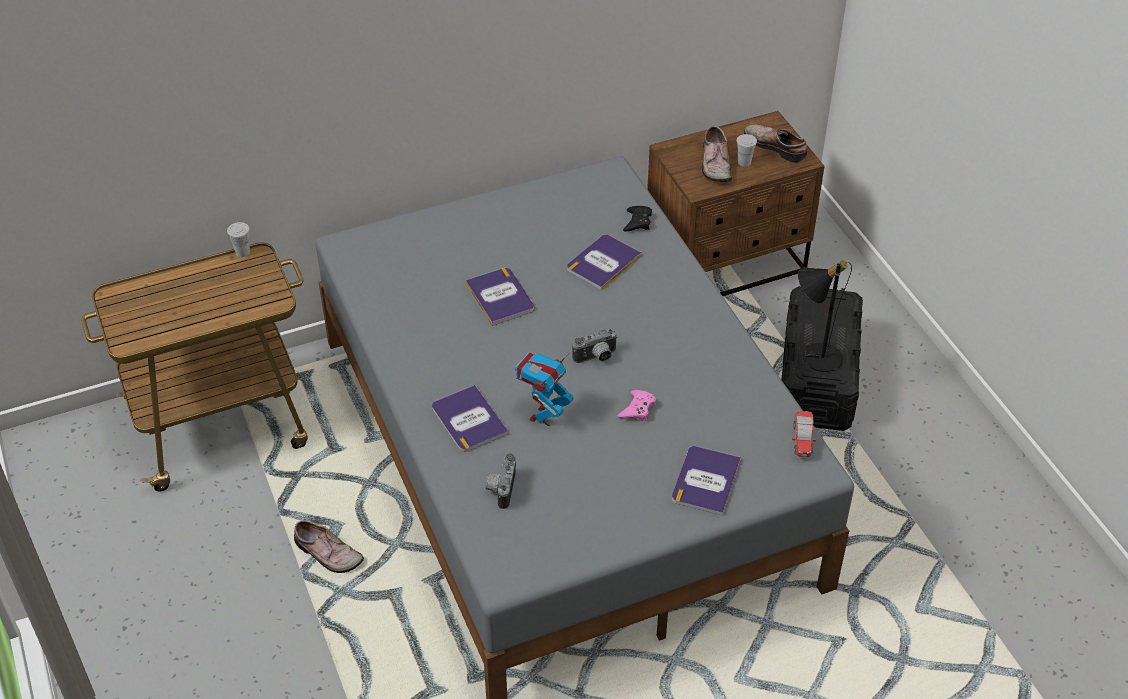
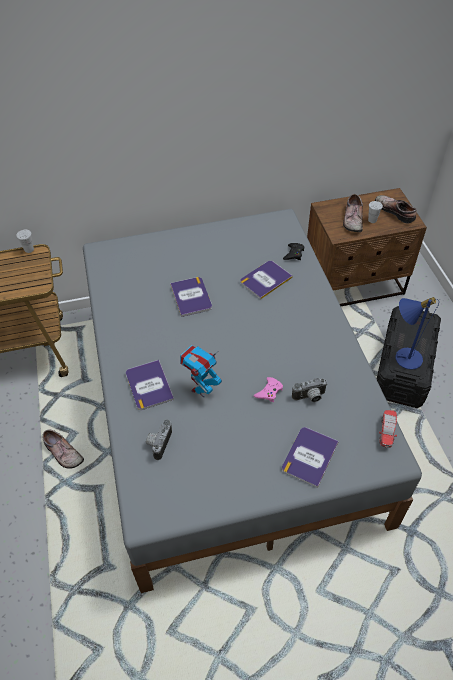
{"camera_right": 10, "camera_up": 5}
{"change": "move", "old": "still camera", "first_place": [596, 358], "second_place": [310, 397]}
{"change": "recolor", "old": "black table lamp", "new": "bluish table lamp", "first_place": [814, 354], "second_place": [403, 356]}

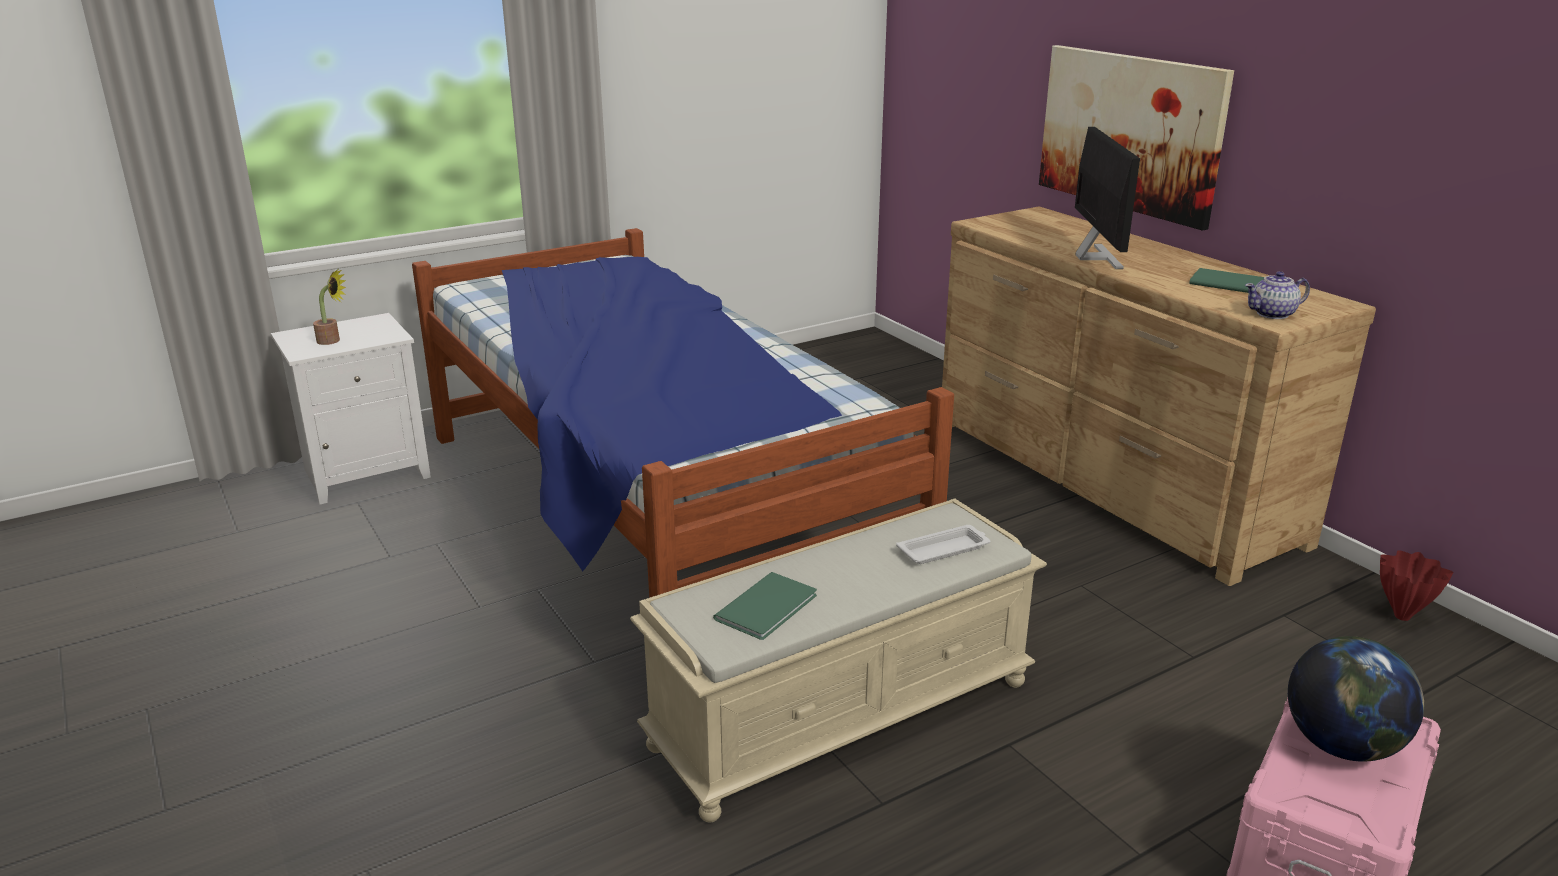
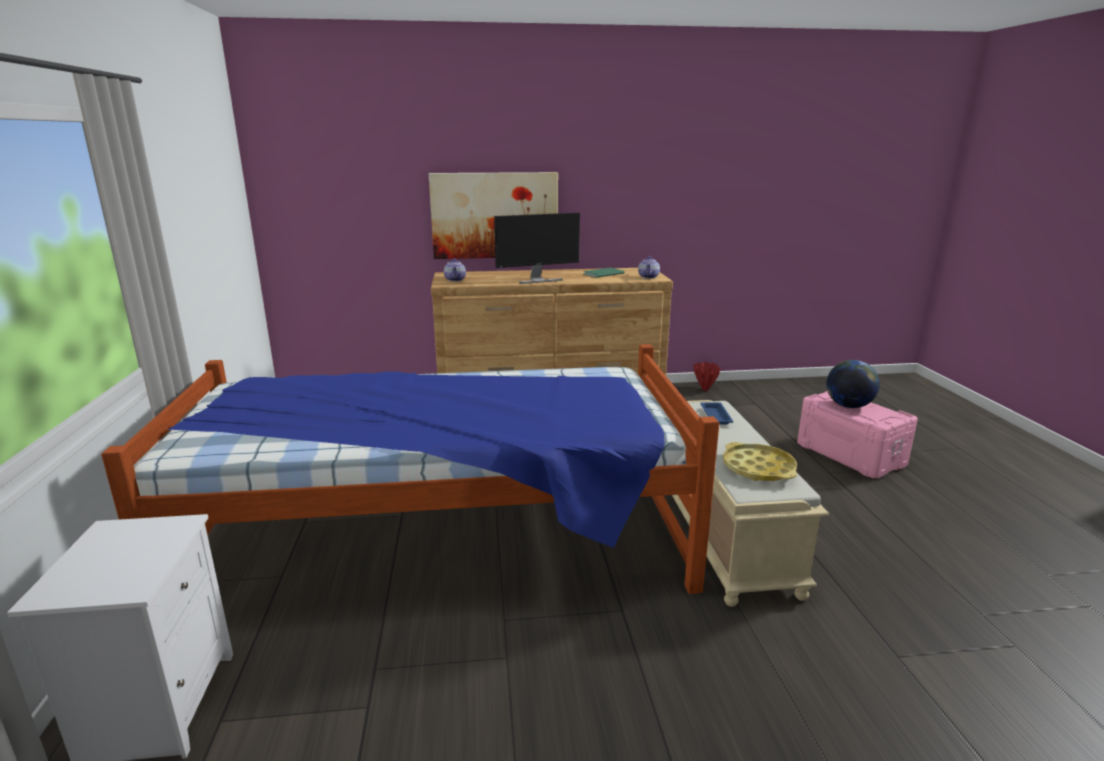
{"camera_right": -65, "camera_up": -5}
{"change": "delete", "old": "potted plant", "first_place": [333, 341]}
{"change": "replace", "old": "greenish book", "new": "yellow-coloured tray", "first_place": [770, 607], "second_place": [758, 468]}
{"change": "recolor", "old": "white-coloured tray", "new": "bluish tray", "first_place": [944, 549], "second_place": [715, 416]}
{"change": "rotate", "old": "computer display", "first_place": [1095, 257], "second_place": [537, 280], "degrees": 135}
{"change": "insert", "new": "tea pot", "second_place": [455, 280]}

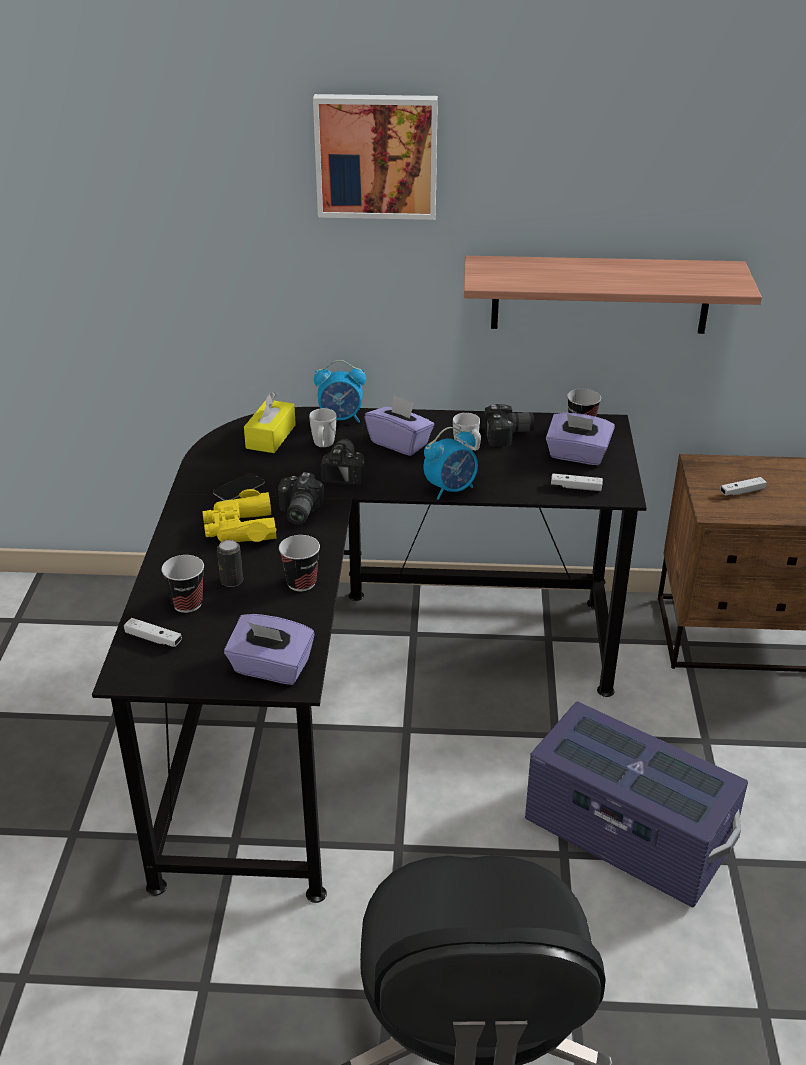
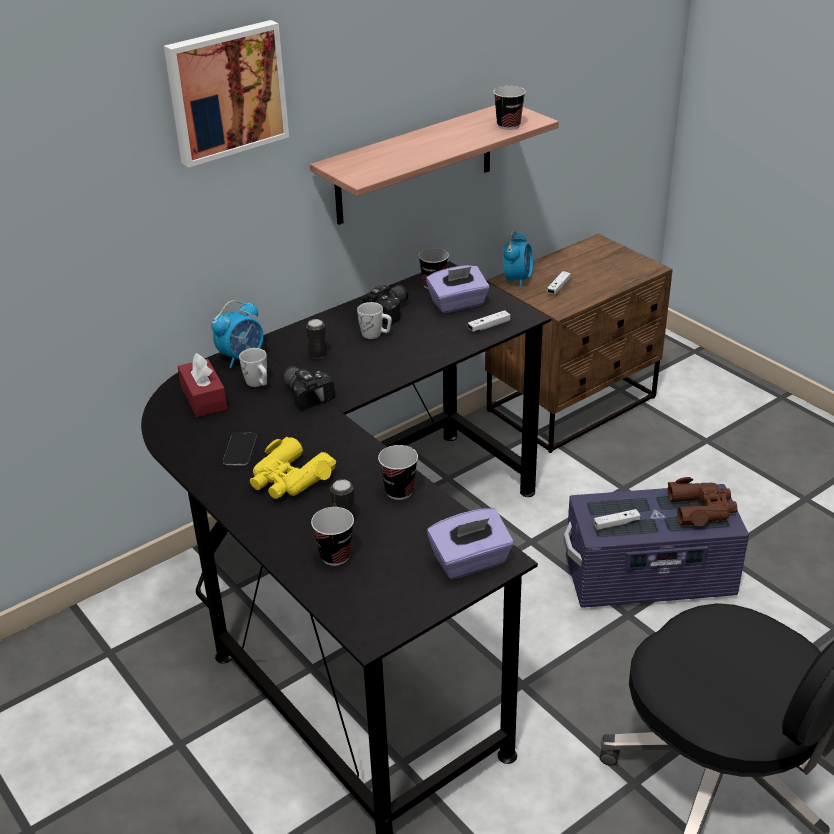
{"camera_right": -40, "camera_up": 0}
{"change": "move", "old": "white-coloured joypad", "first_place": [153, 639], "second_place": [616, 524]}
{"change": "recolor", "old": "yellow-coloured tissue box", "new": "red-coloured tissue box", "first_place": [271, 436], "second_place": [204, 398]}
{"change": "delete", "old": "still camera", "first_place": [297, 512]}
{"change": "replace", "old": "purple tissue box", "new": "sealed can", "first_place": [399, 443], "second_place": [318, 354]}
{"change": "move", "old": "bedside clock", "first_place": [451, 489], "second_place": [517, 280]}
{"change": "insert", "new": "cup", "second_place": [508, 125]}
{"change": "insert", "new": "brown-coloured pair of binoculars", "second_place": [701, 509]}

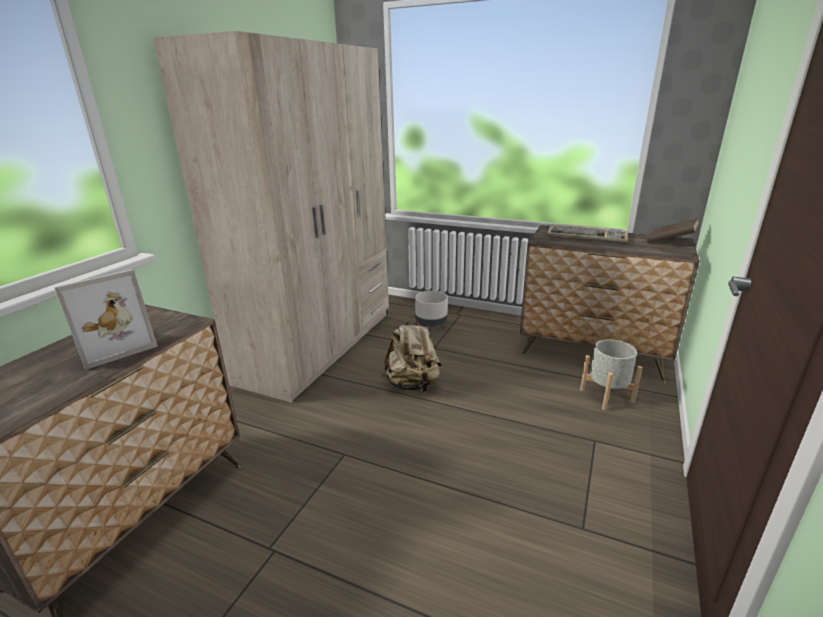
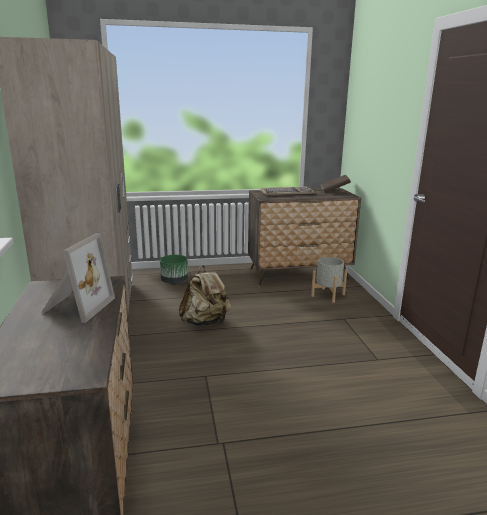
{"camera_right": -35, "camera_up": -5}
{"change": "recolor", "old": "gray planter", "new": "greenish planter", "first_place": [431, 323], "second_place": [174, 282]}

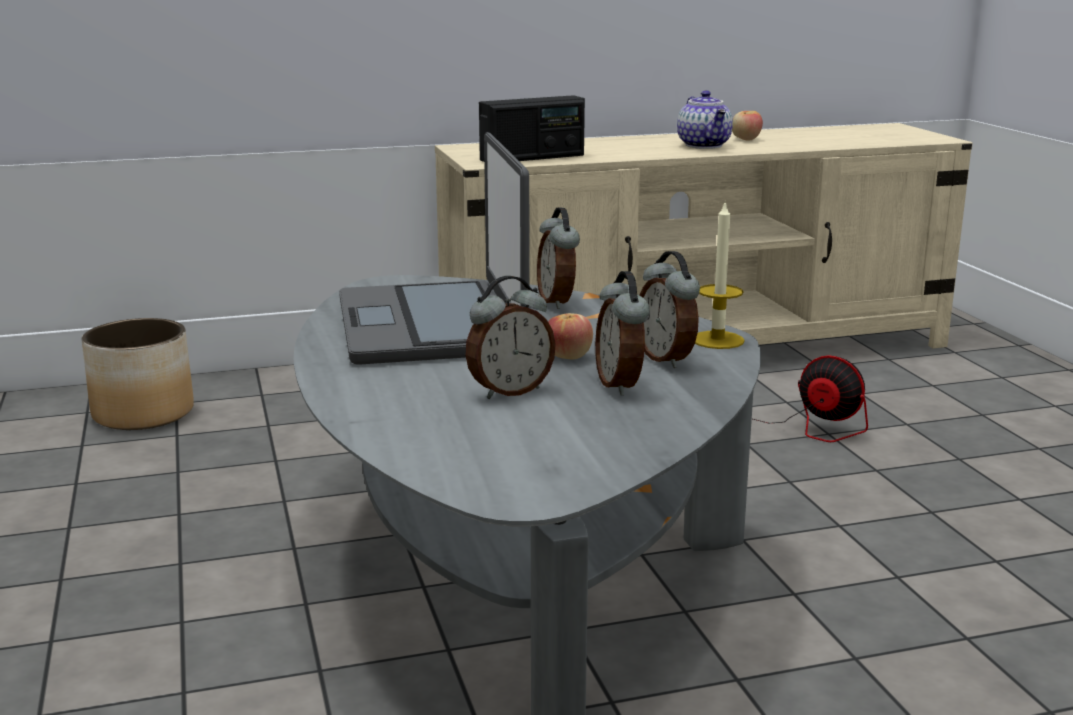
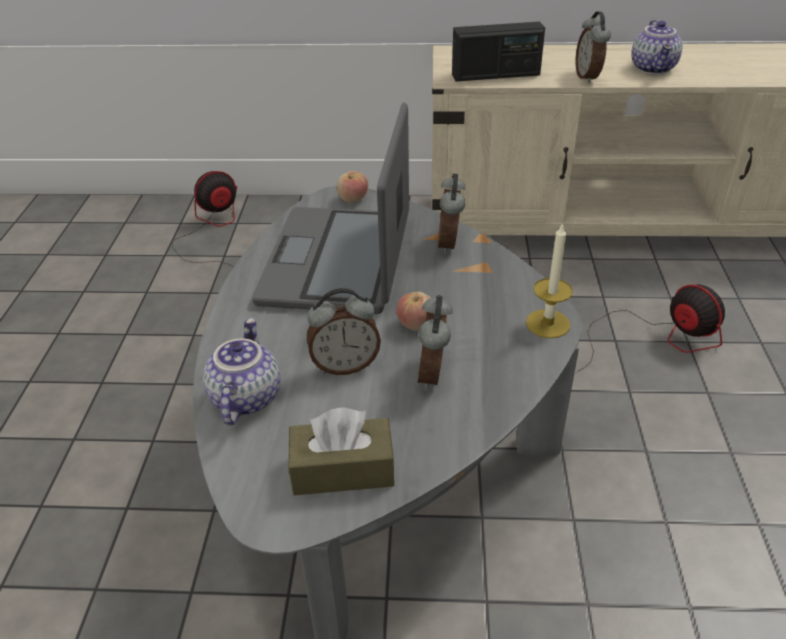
{"camera_right": 20, "camera_up": 20}
{"change": "replace", "old": "planter", "new": "fan", "first_place": [143, 413], "second_place": [213, 230]}
{"change": "move", "old": "bedside clock", "first_place": [667, 359], "second_place": [588, 77]}
{"change": "move", "old": "apple fruit", "first_place": [746, 139], "second_place": [352, 199]}
{"change": "insert", "new": "tea pot", "second_place": [244, 397]}
{"change": "insert", "new": "brown-coloured tissue box", "second_place": [342, 470]}

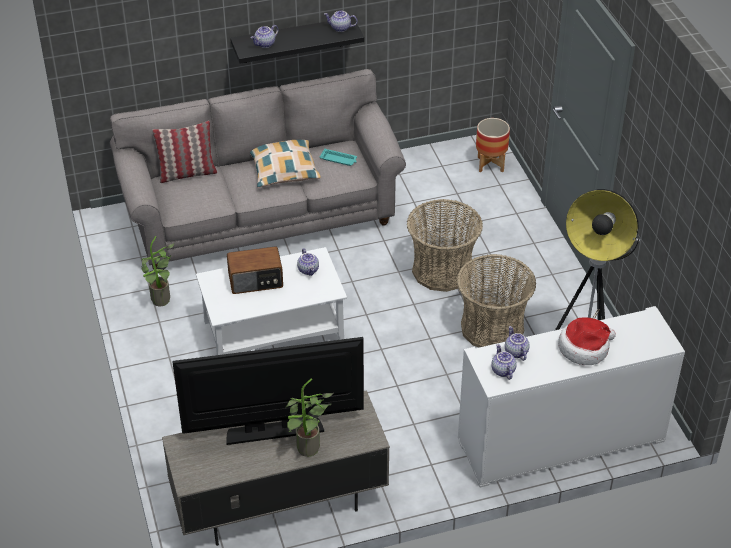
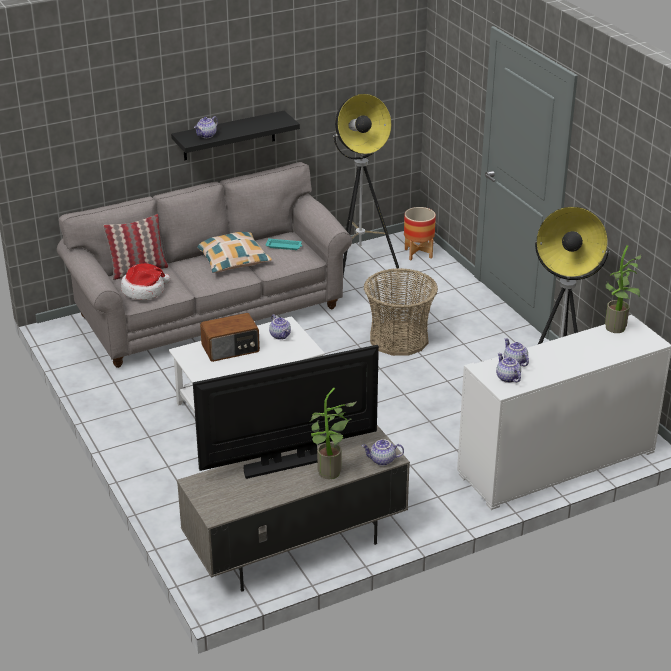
{"camera_right": -10, "camera_up": -10}
{"change": "move", "old": "potted plant", "first_place": [162, 302], "second_place": [618, 329]}
{"change": "move", "old": "tea pot", "first_place": [340, 28], "second_place": [382, 460]}
{"change": "delete", "old": "basket", "first_place": [492, 328]}
{"change": "move", "old": "clothing hat", "first_place": [584, 348], "second_place": [144, 290]}
{"change": "insert", "new": "floor lamp", "second_place": [360, 264]}

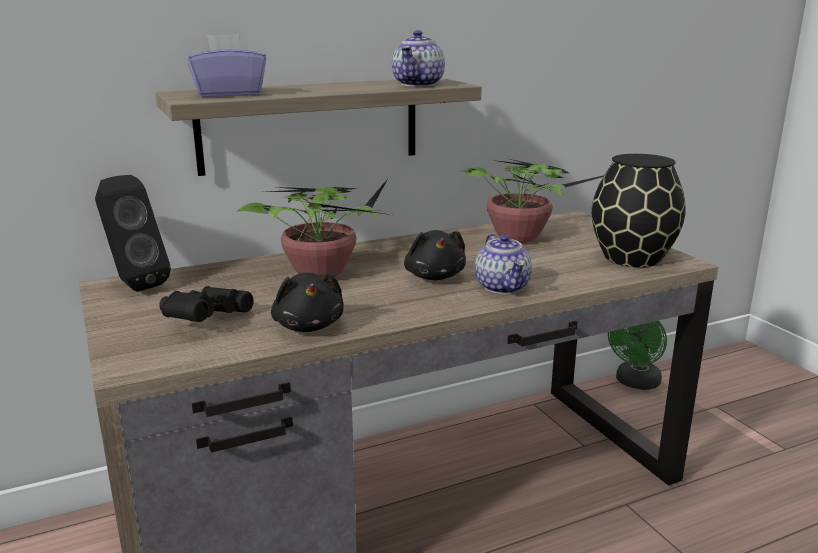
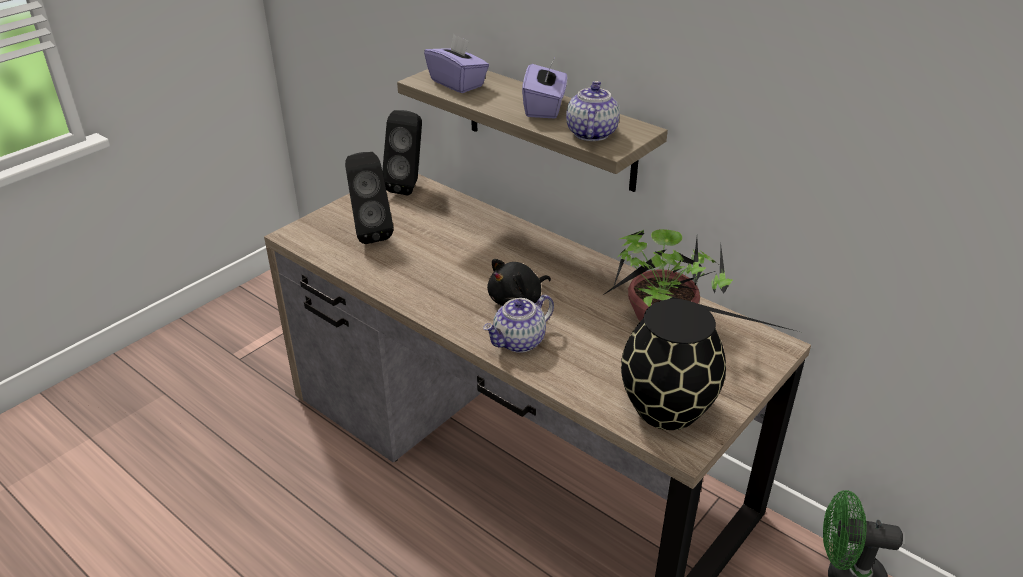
{"camera_right": 65, "camera_up": 15}
{"change": "replace", "old": "black pair of binoculars", "new": "black speaker", "first_place": [204, 320], "second_place": [369, 233]}
{"change": "delete", "old": "potted plant", "first_place": [323, 273]}
{"change": "delete", "old": "black cuddly toy", "first_place": [309, 325]}
{"change": "rotate", "old": "tea pot", "first_place": [418, 84], "second_place": [590, 133], "degrees": 105}
{"change": "insert", "new": "purple tissue box", "second_place": [544, 108]}

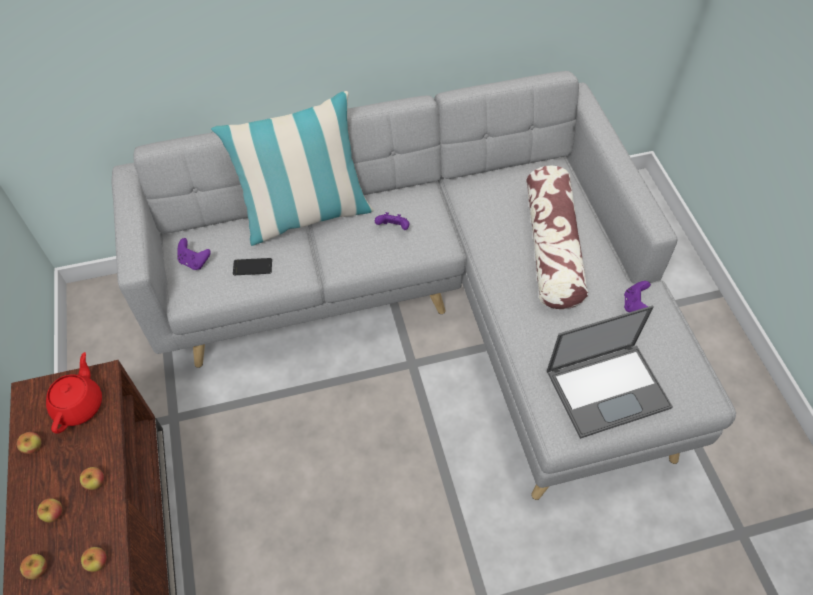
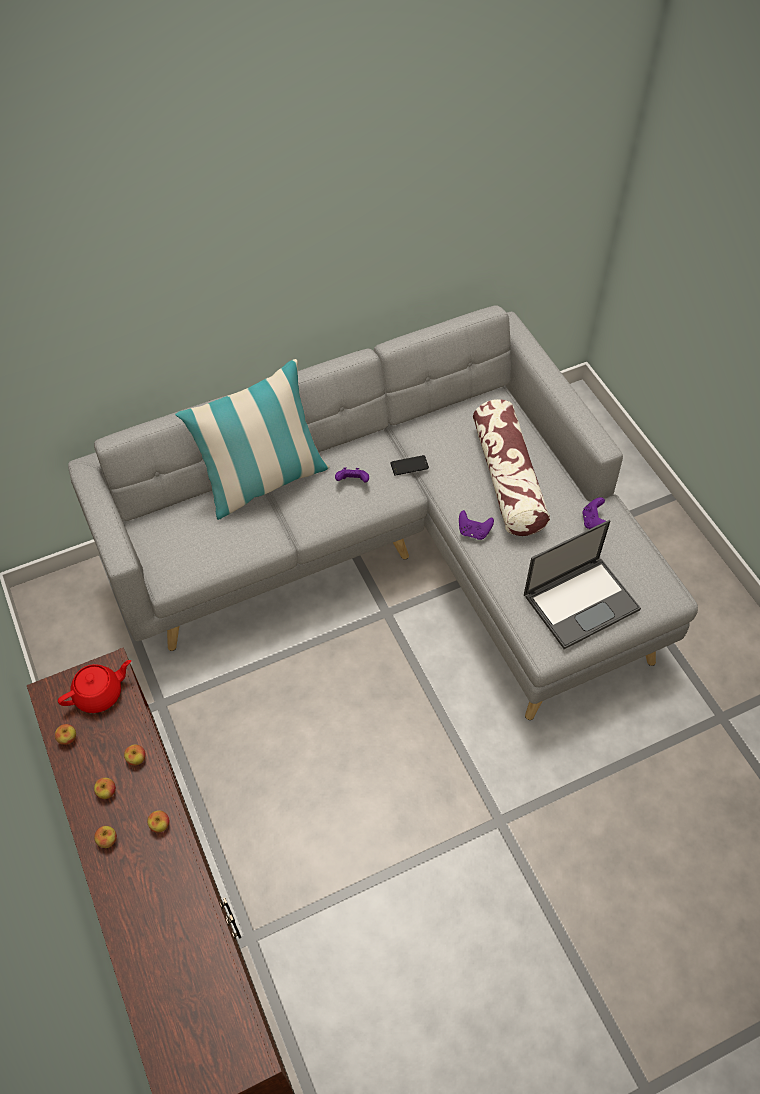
{"camera_right": -10, "camera_up": 0}
{"change": "rotate", "old": "red-coloured tea pot", "first_place": [79, 405], "second_place": [99, 694], "degrees": 60}
{"change": "move", "old": "purple joypad", "first_place": [194, 261], "second_place": [473, 532]}
{"change": "move", "old": "handset", "first_place": [252, 267], "second_place": [409, 466]}

